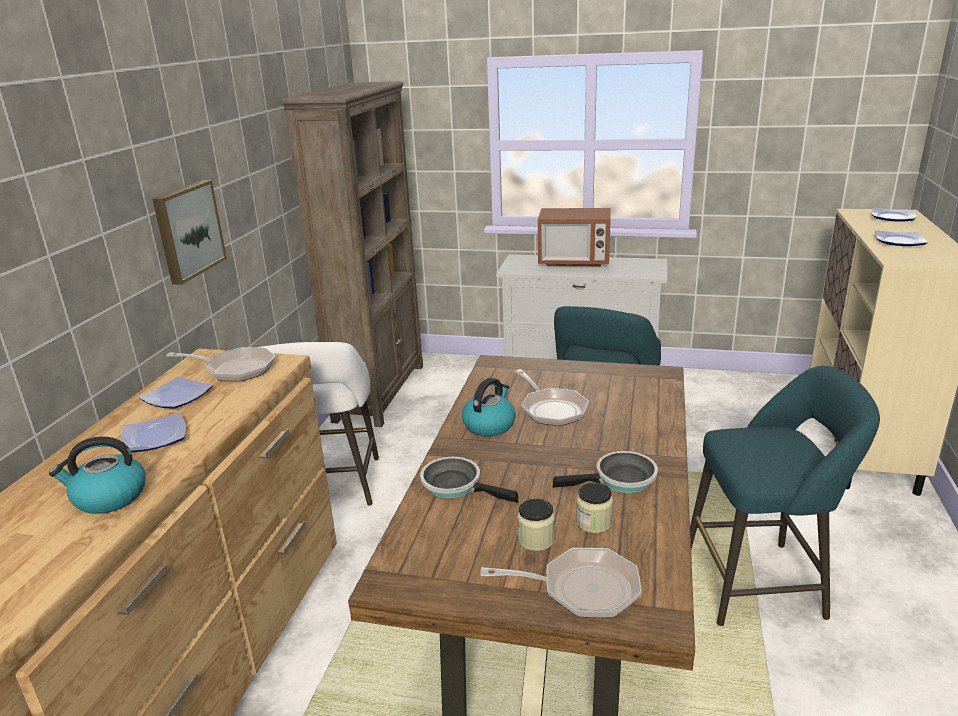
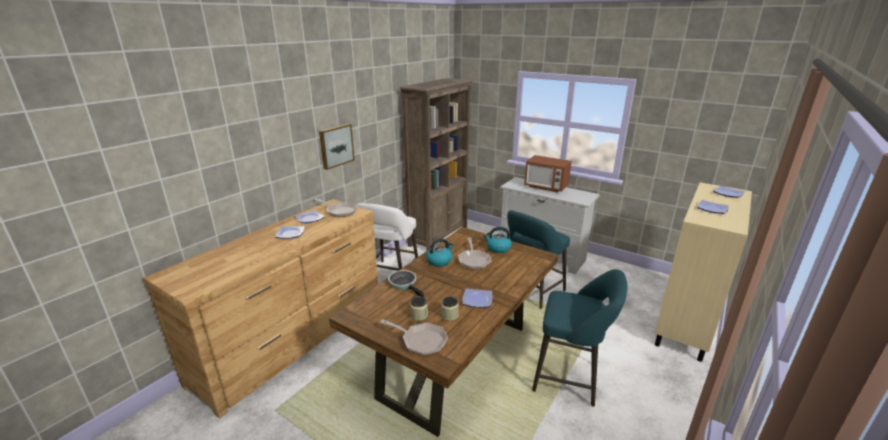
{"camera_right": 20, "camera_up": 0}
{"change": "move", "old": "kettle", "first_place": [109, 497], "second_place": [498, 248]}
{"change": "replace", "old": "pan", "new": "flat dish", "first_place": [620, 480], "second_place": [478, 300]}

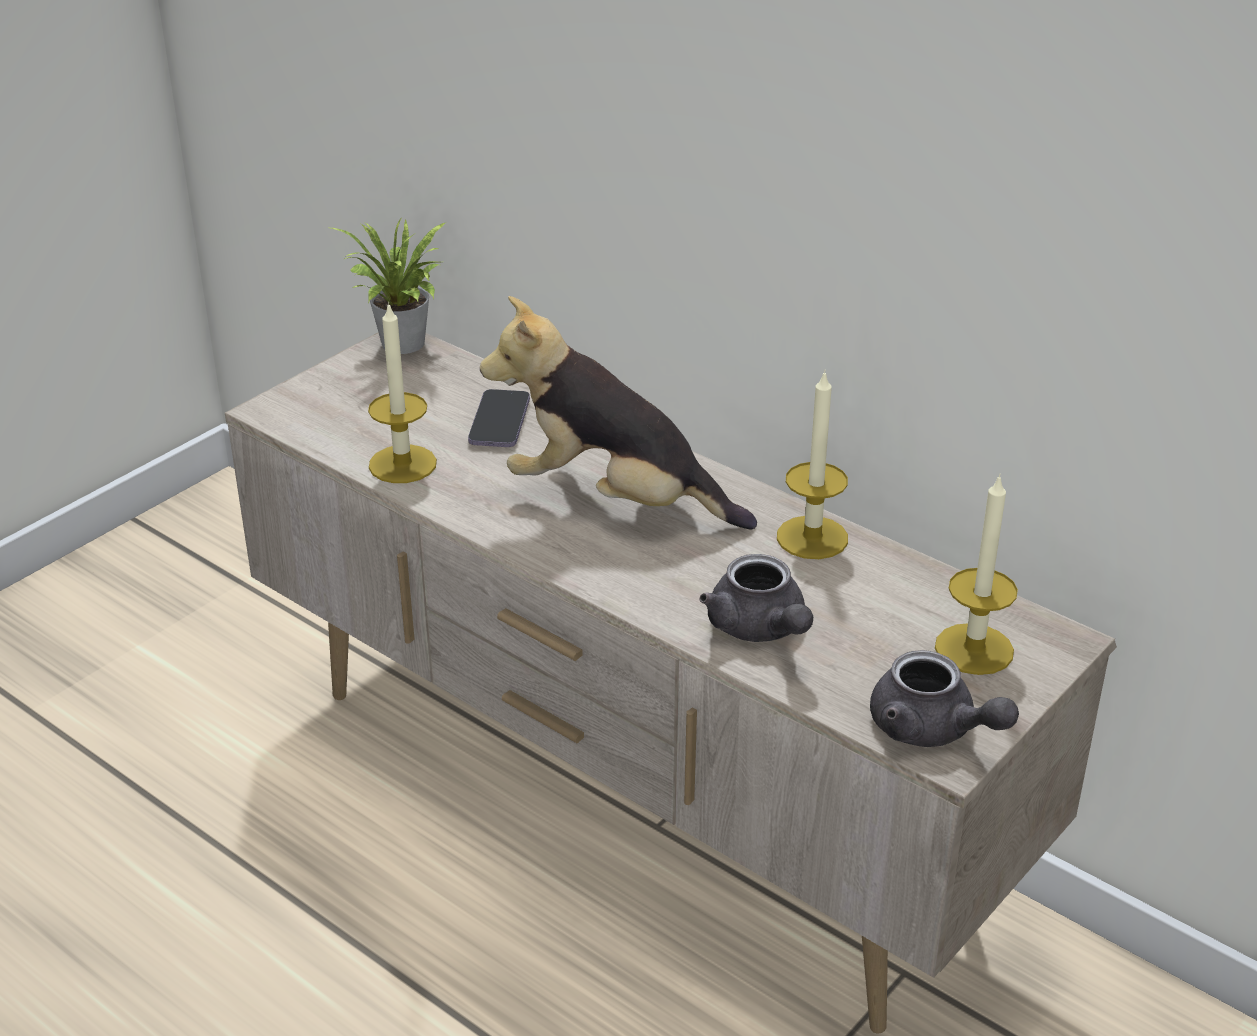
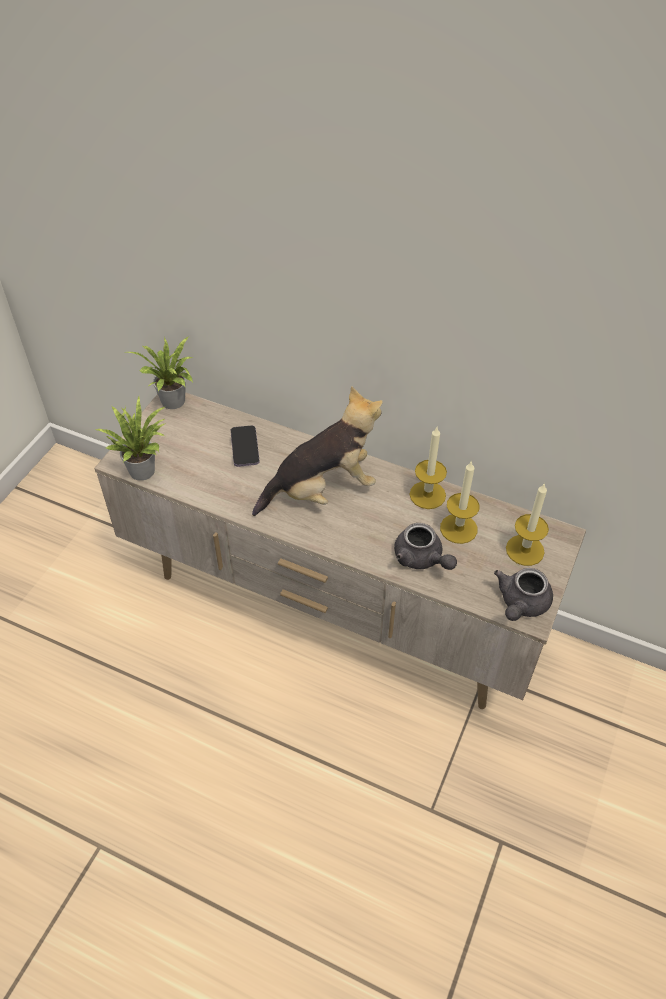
{"camera_right": -15, "camera_up": 15}
{"change": "move", "old": "wax candle", "first_place": [402, 464], "second_place": [458, 528]}
{"change": "rotate", "old": "cuddly toy", "first_place": [614, 500], "second_place": [322, 489], "degrees": 150}
{"change": "rotate", "old": "gray tea pot", "first_place": [932, 730], "second_place": [520, 604], "degrees": 90}
{"change": "insert", "new": "potted plant", "second_place": [144, 468]}

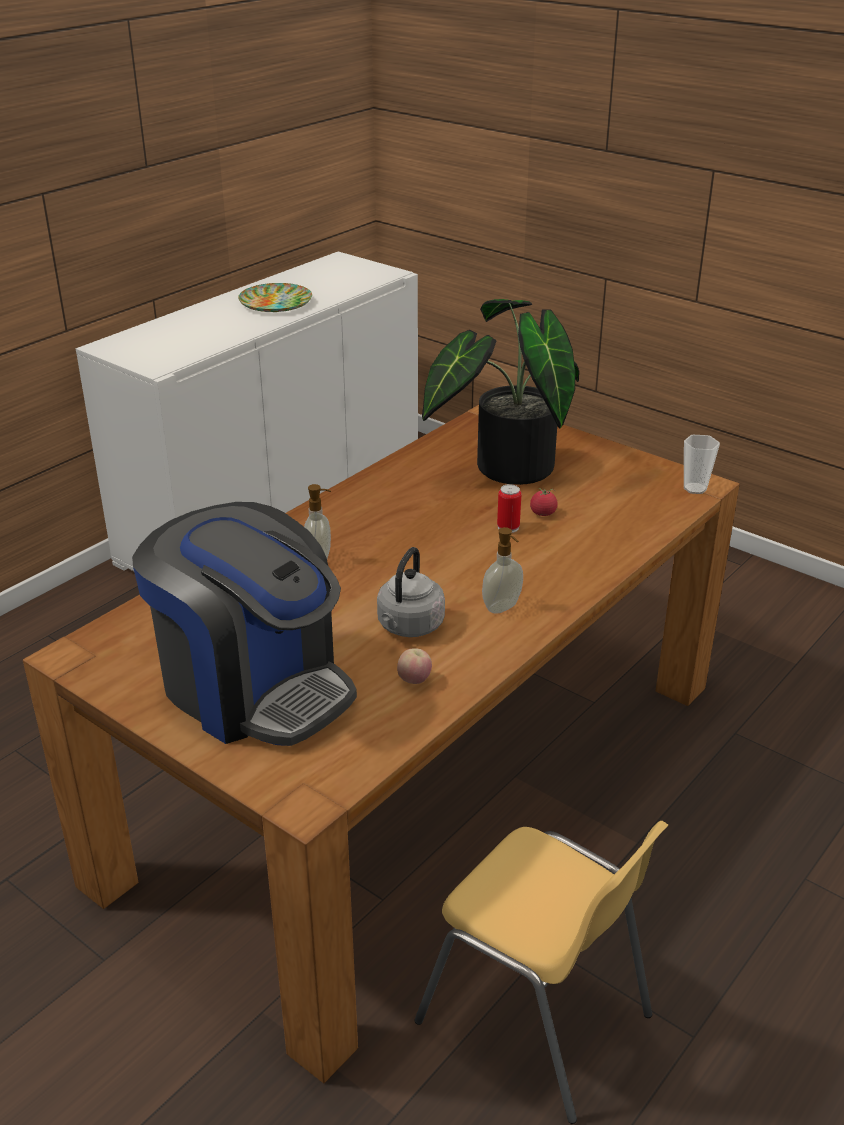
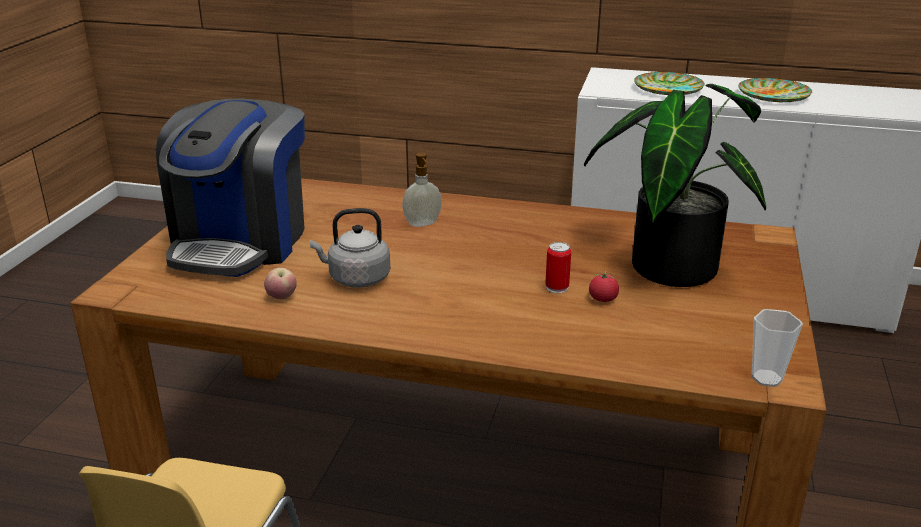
{"camera_right": 65, "camera_up": -5}
{"change": "delete", "old": "soap dispenser", "first_place": [502, 607]}
{"change": "insert", "new": "flat dish", "second_place": [668, 88]}

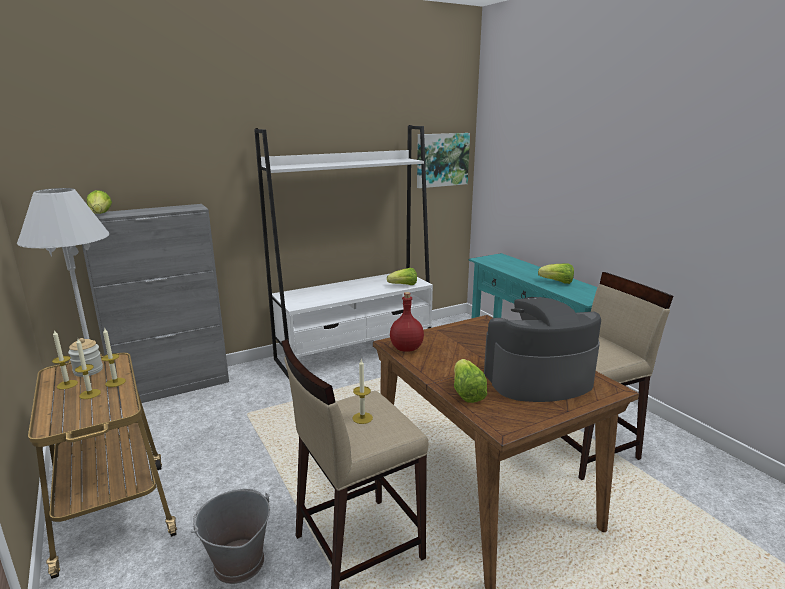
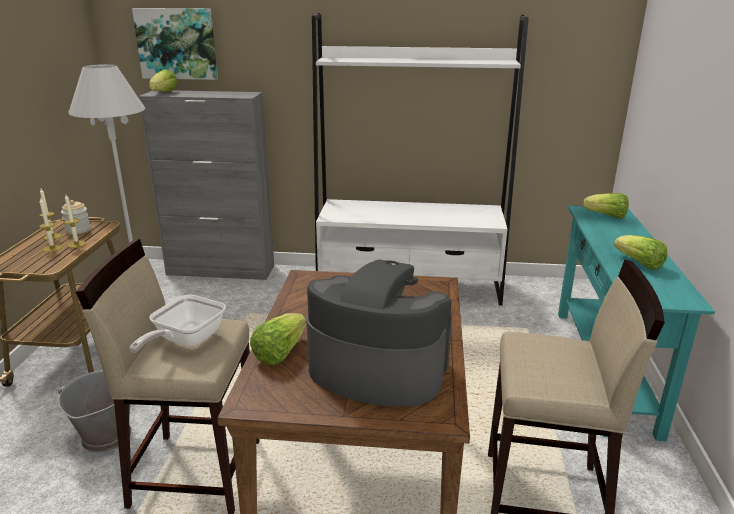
{"camera_right": 35, "camera_up": 5}
{"change": "replace", "old": "wax candle", "new": "pan", "first_place": [362, 418], "second_place": [185, 341]}
{"change": "move", "old": "head of lettuce", "first_place": [403, 285], "second_place": [606, 216]}
{"change": "delete", "old": "red-coloured drink bottle", "first_place": [406, 348]}
{"change": "move", "old": "picture", "first_place": [442, 160], "second_place": [177, 44]}

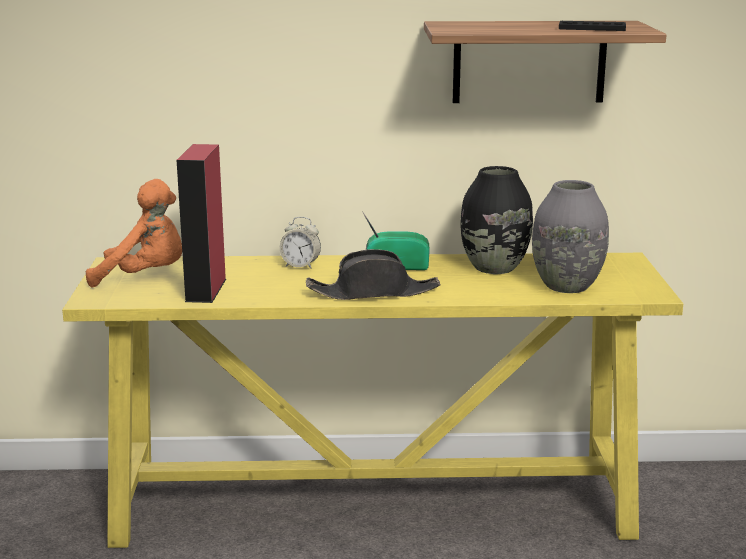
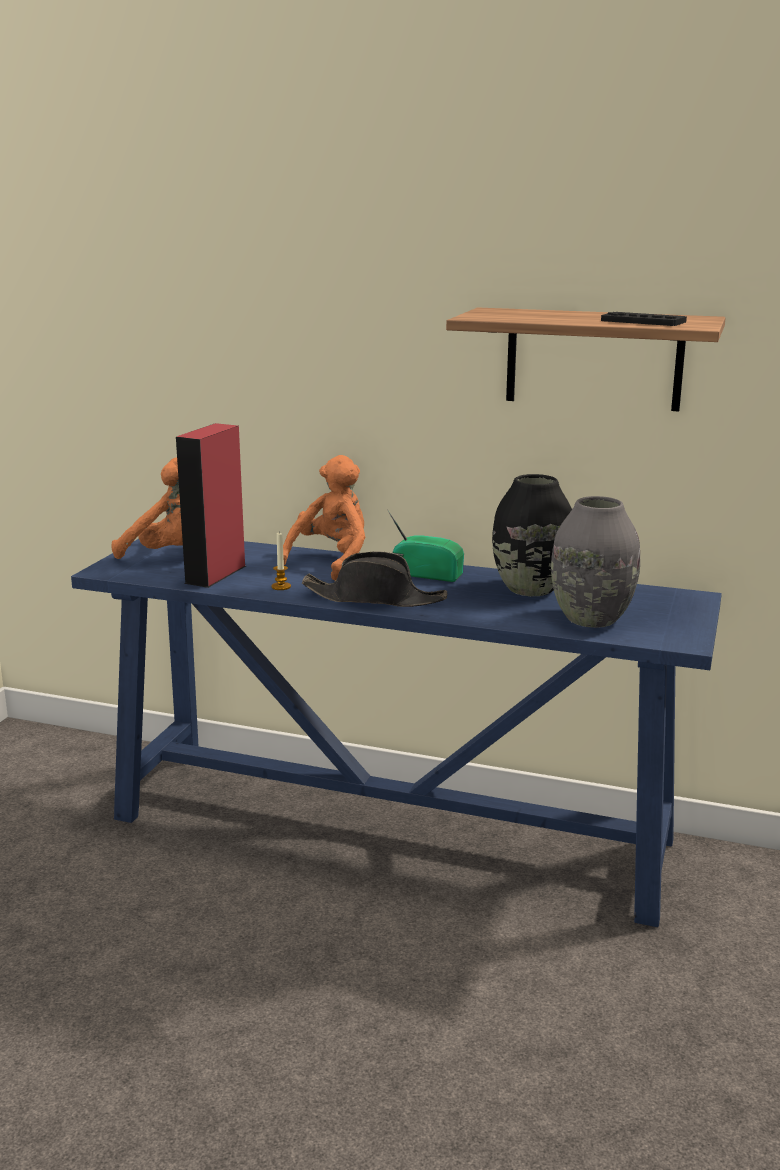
{"camera_right": 20, "camera_up": 0}
{"change": "recolor", "old": "yellow-coloured hall table", "new": "bluish hall table", "first_place": [376, 505], "second_place": [392, 830]}
{"change": "replace", "old": "bedside clock", "new": "orange cuddly toy", "first_place": [300, 265], "second_place": [331, 562]}
{"change": "insert", "new": "wax candle", "second_place": [281, 587]}

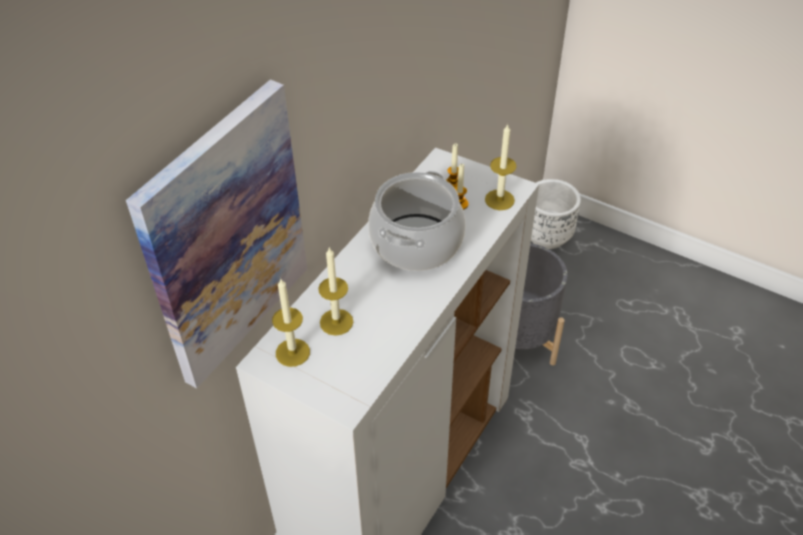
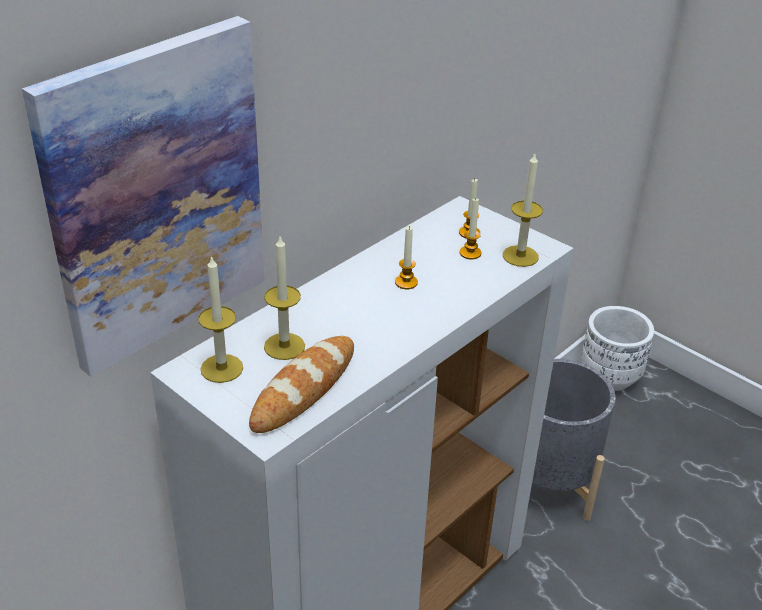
{"camera_right": 10, "camera_up": -10}
{"change": "replace", "old": "saucepot", "new": "wax candle", "first_place": [416, 242], "second_place": [406, 282]}
{"change": "insert", "new": "bakery bread", "second_place": [304, 388]}

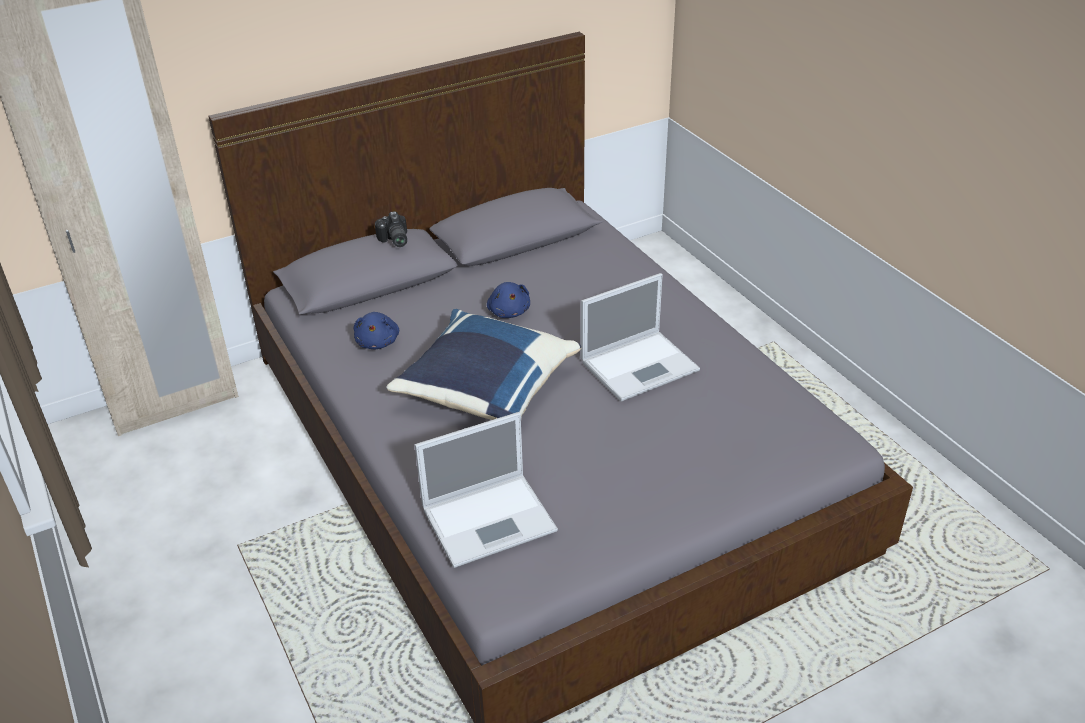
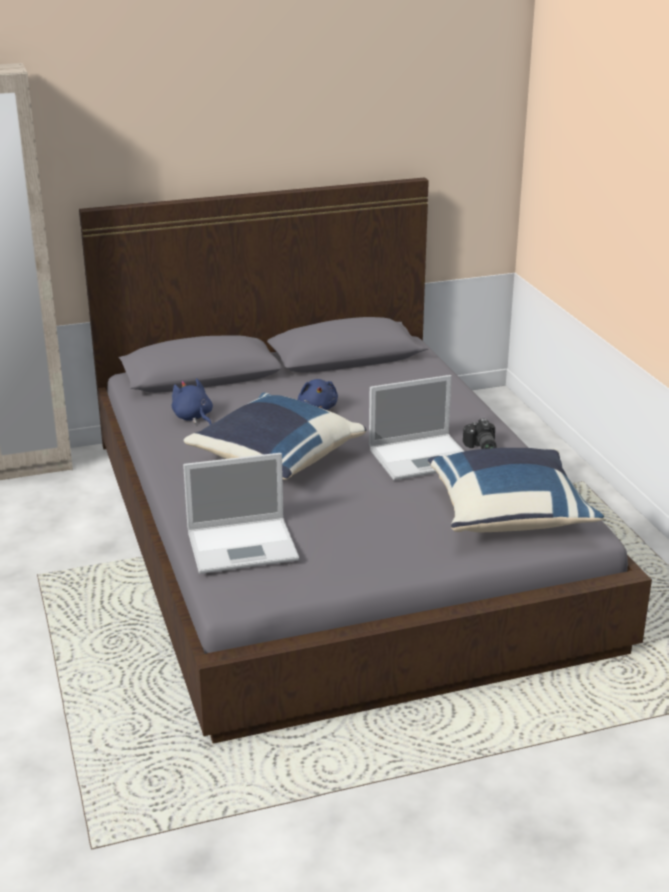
{"camera_right": 10, "camera_up": -10}
{"change": "rotate", "old": "bluish cuddly toy", "first_place": [378, 342], "second_place": [193, 417], "degrees": 135}
{"change": "move", "old": "still camera", "first_place": [393, 240], "second_place": [480, 447]}
{"change": "insert", "new": "bluish cushion", "second_place": [508, 514]}

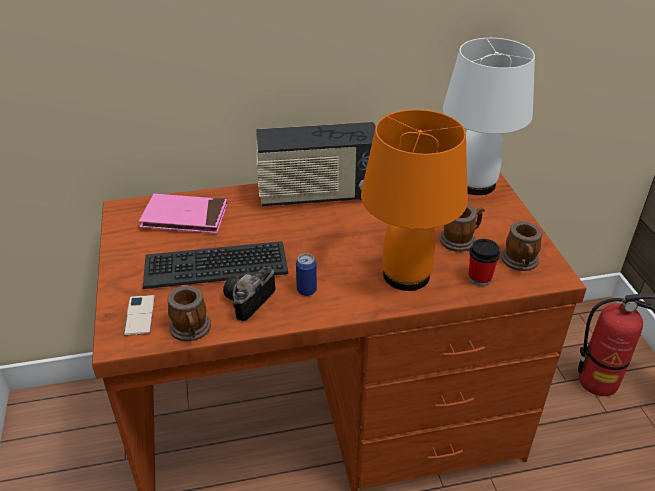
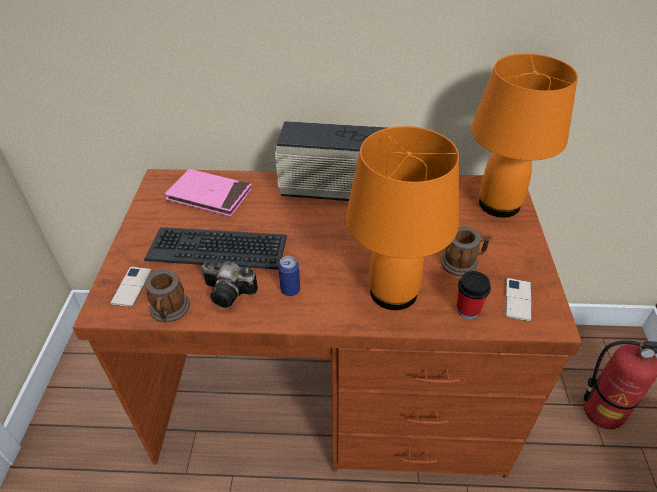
{"camera_right": 15, "camera_up": 5}
{"change": "rotate", "old": "still camera", "first_place": [248, 302], "second_place": [231, 292], "degrees": -120}
{"change": "recolor", "old": "white-coloured table lamp", "new": "orange table lamp", "first_place": [476, 184], "second_place": [500, 204]}
{"change": "replace", "old": "mug", "new": "handset", "first_place": [520, 262], "second_place": [518, 299]}

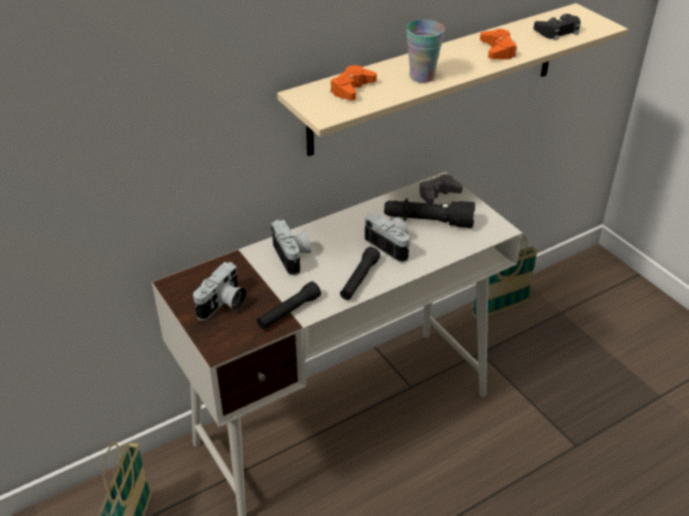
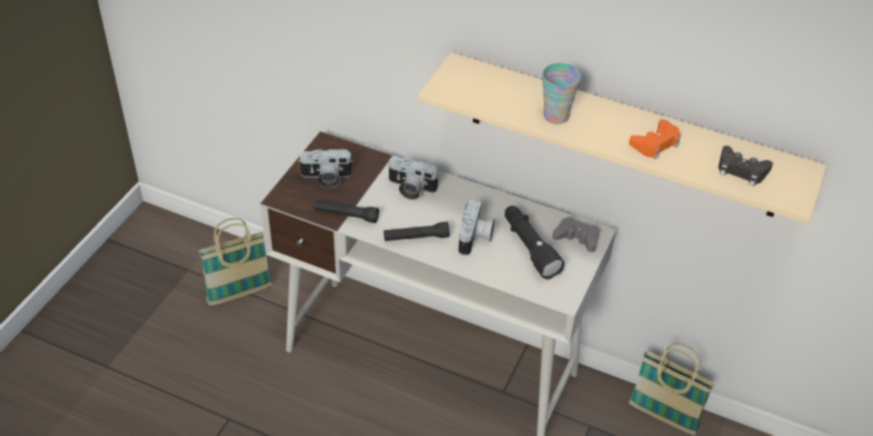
{"camera_right": 55, "camera_up": 5}
{"change": "rotate", "old": "still camera", "first_place": [293, 257], "second_place": [410, 189], "degrees": 75}
{"change": "delete", "old": "orange joypad", "first_place": [352, 89]}

